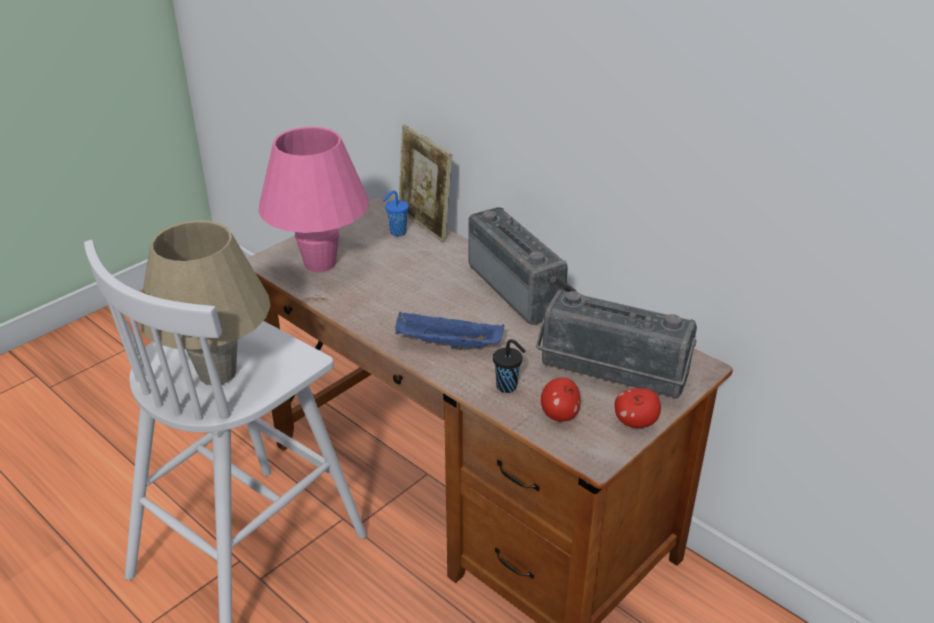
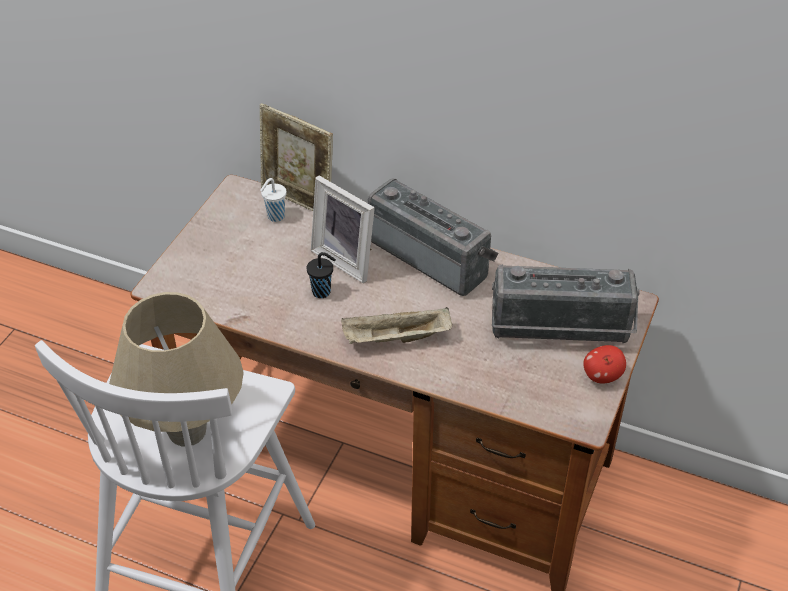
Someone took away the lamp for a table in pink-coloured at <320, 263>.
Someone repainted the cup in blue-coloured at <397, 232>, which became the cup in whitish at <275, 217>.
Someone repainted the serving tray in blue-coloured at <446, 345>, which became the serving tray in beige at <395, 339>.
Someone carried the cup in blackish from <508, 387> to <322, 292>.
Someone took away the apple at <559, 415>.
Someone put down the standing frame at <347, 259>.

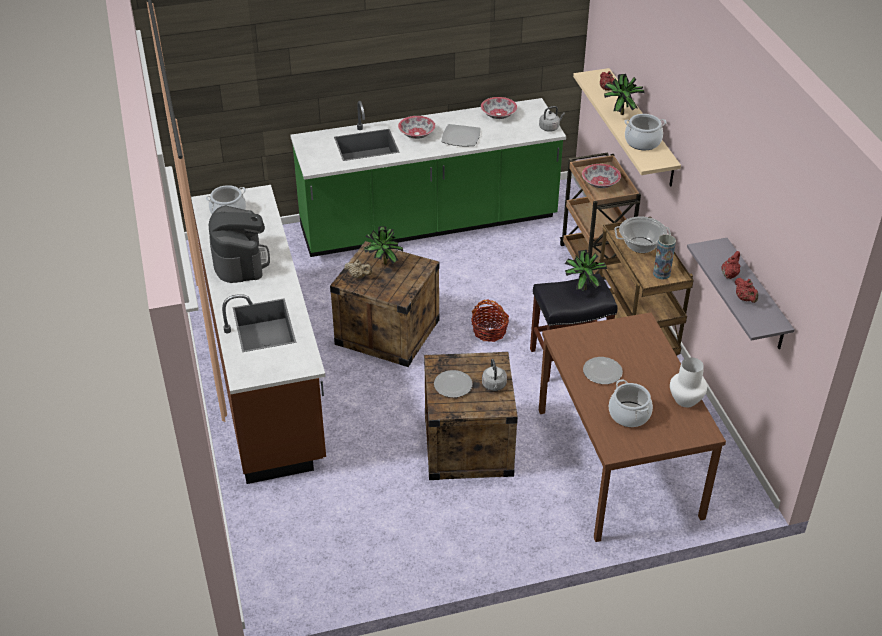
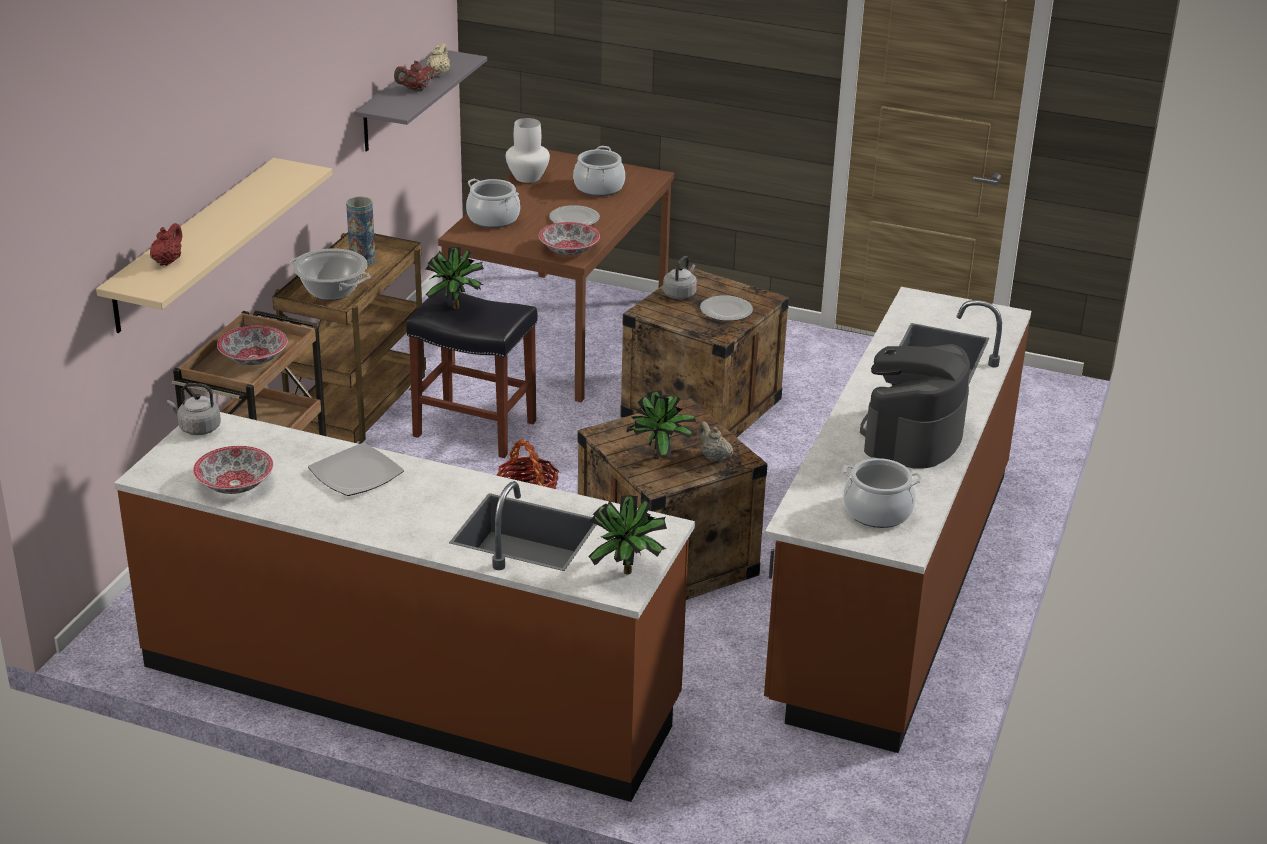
Someone carried the potted plant from <620, 112> to <627, 576>.
Someone repainted the kitchen counter in green at <428, 224>, which became the kitchen counter in brown at <411, 687>.
Someone carried the stockpot from <642, 142> to <493, 219>.
Someone carried the deep dish from <416, 134> to <569, 250>.
Someone repainted the teapot in red at <745, 299>, which became the teapot in beige at <438, 74>.

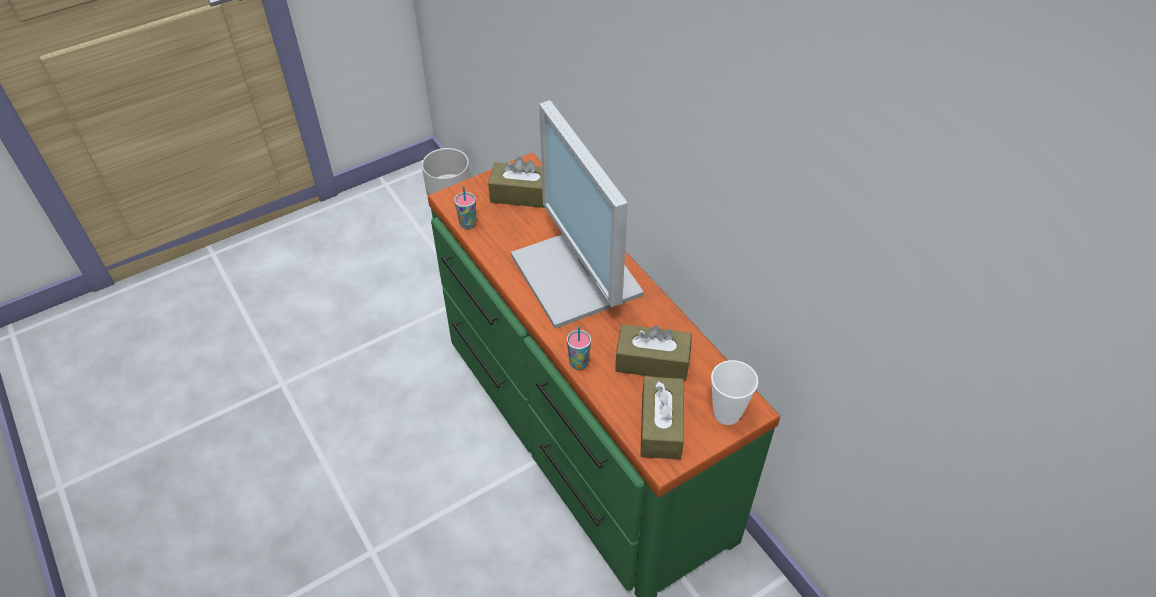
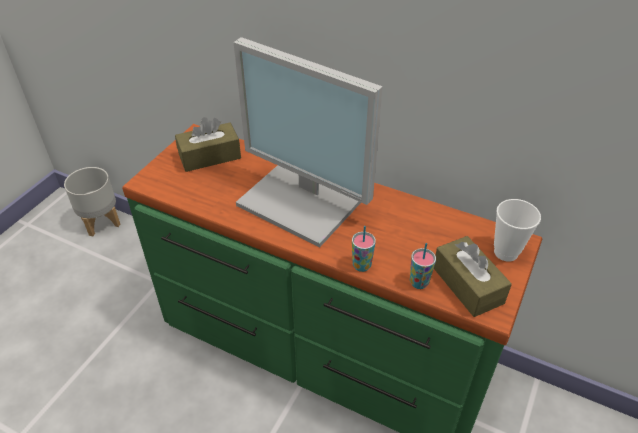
Someone carried the cup from <468, 224> to <419, 283>.
Someone took away the tissue holder in brown at <652, 361>.

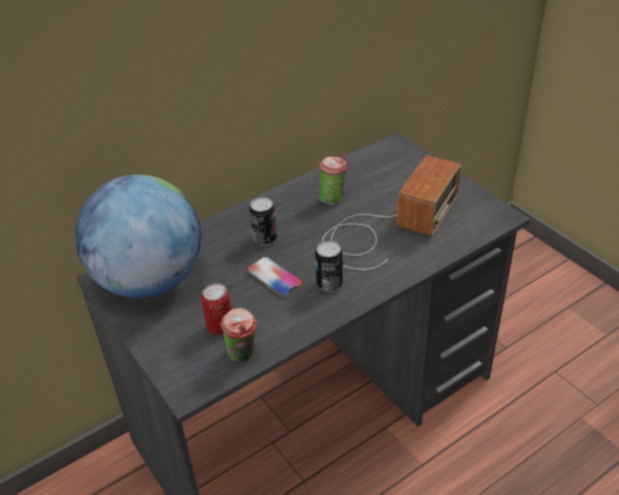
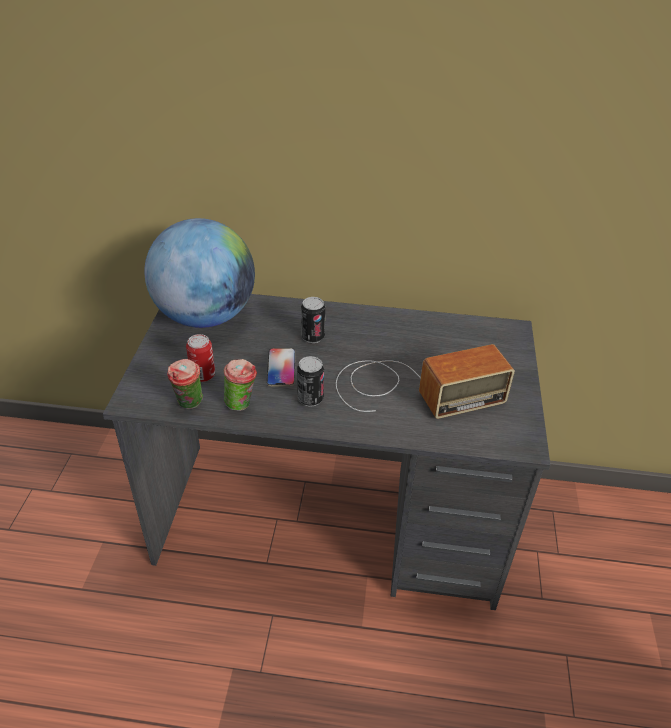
Someone carried the cup from <333, 198> to <242, 404>.

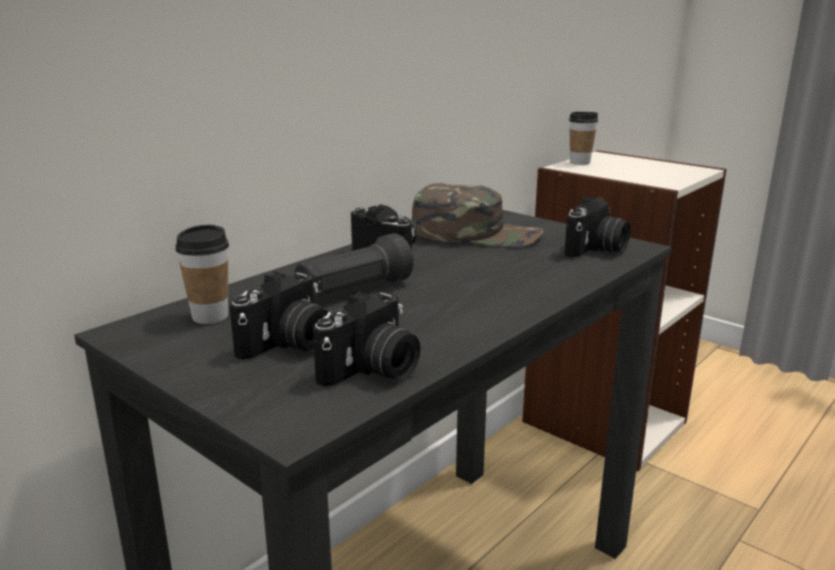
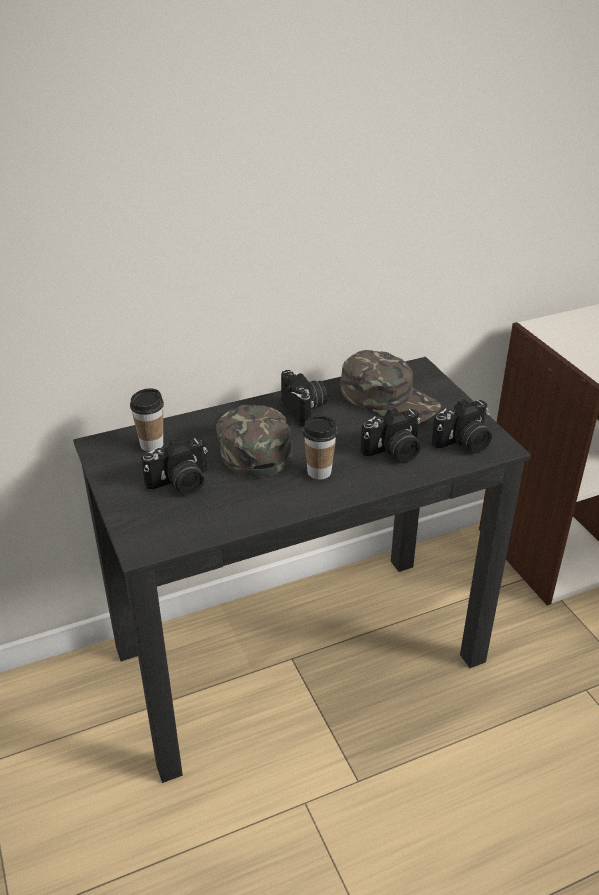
Someone carried the cup from <580, 162> to <319, 472>.
Someone swapped the flashlight in blackish at <353, 291> for the baseball cap in green at <251, 444>.
Someone carried the still camera from <373, 371> to <394, 452>.

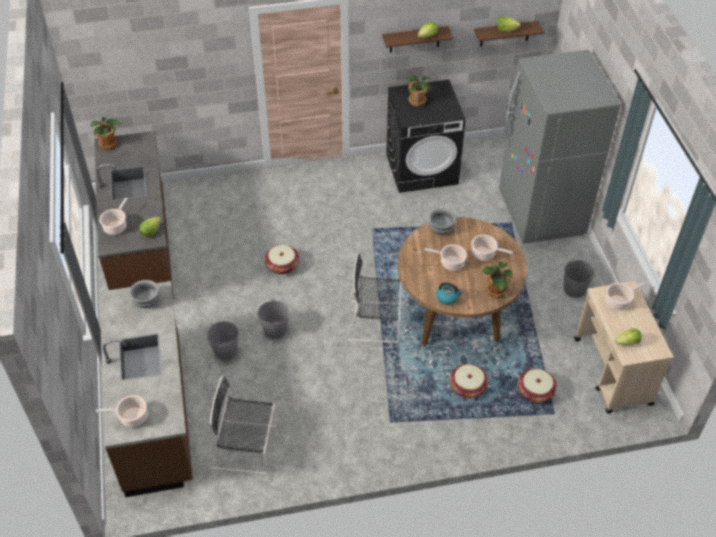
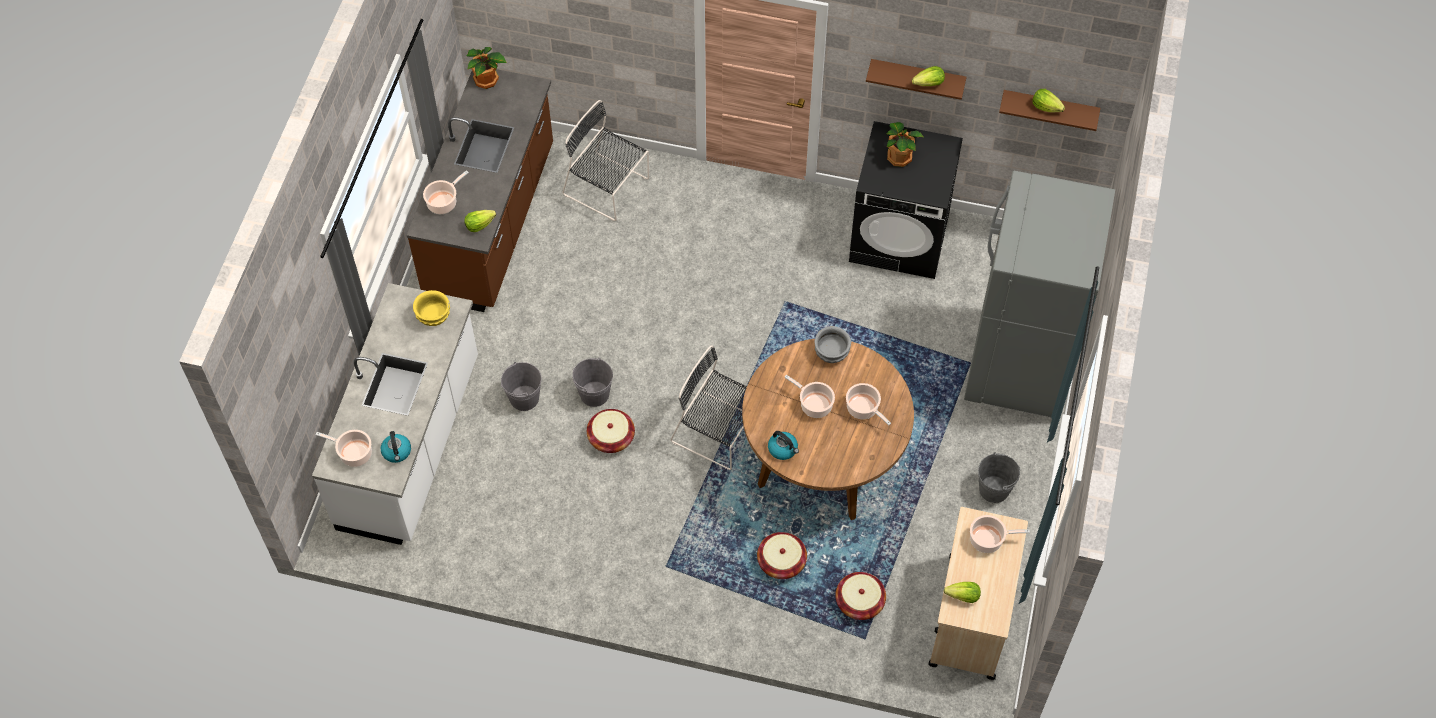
Someone carried the household basket from <282, 265> to <611, 438>.
Someone took away the potted plant at <495, 292>.
Someone repainted the deep dish in grey at <146, 301>, which became the deep dish in yellowish at <433, 315>.
Someone repainted the kitchen counter in brown at <156, 413>, which became the kitchen counter in whitish at <411, 444>.
Someone carried the upright chair in blackish from <247, 447> to <608, 188>.
Someone put down the water kettle at <397, 452>.

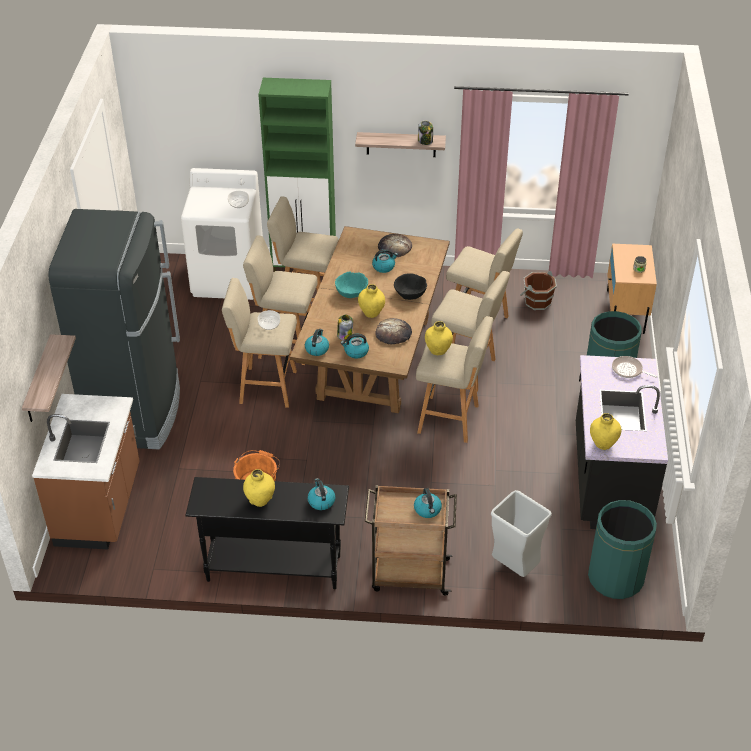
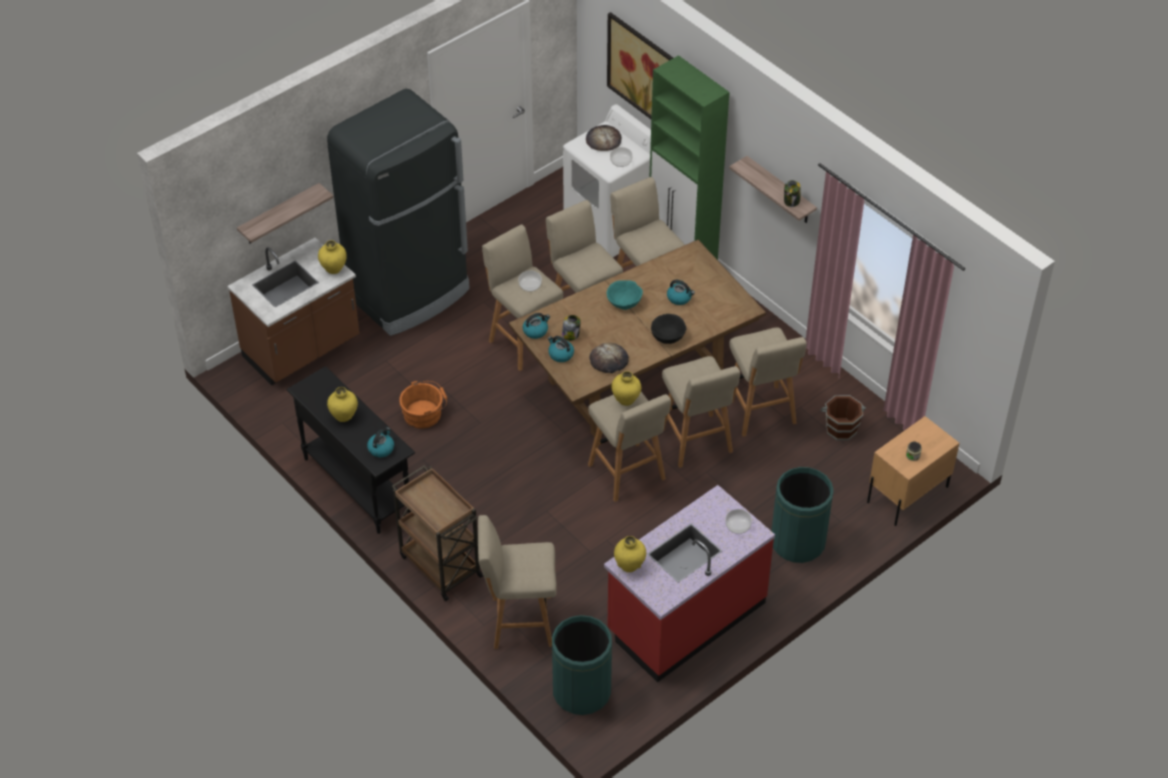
Someone carried the bakery bread from <394, 247> to <603, 140>.
Someone carried the decorative vase in yellowish from <371, 313> to <333, 269>.
Someone repainted the kitchen counter in blackish at <609, 478>, which became the kitchen counter in red at <685, 617>.
Someone swapped the pan at <628, 370> for the deep dish at <737, 526>.
Someone took away the water kettle at <427, 510>.
Someone swapped the rubbish bin in grey at <514, 567> for the stool in beige at <519, 622>.
Someone put up the wall art at <641, 71>.

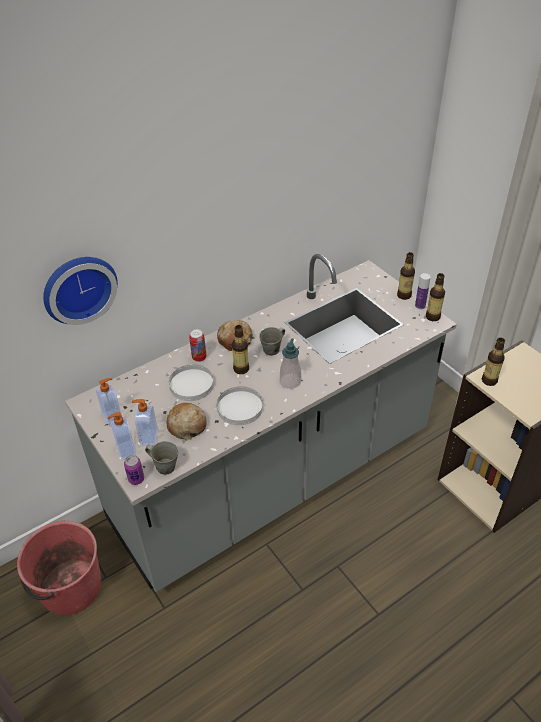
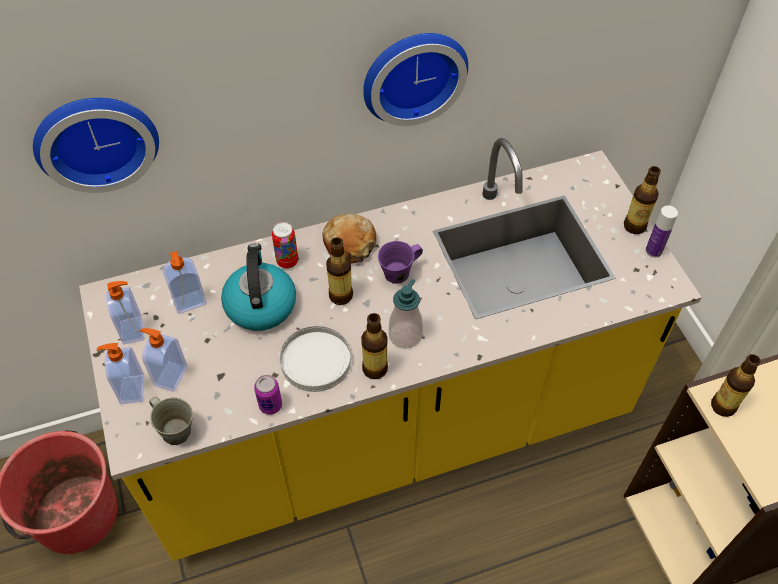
Someone repainted the kitchen counter in grey at <273, 478>, which became the kitchen counter in yellowish at <389, 429>.
Someone carried the beverage bottle from <432, 317> to <375, 369>.
Someone repainted the mug in grey at <272, 349>, which became the mug in purple-coloured at <398, 273>.
Someone swapped the flat dish in whitish at <191, 385> for the water kettle at <260, 304>.
Someone took away the bakery bread at <186, 425>.
Someone carried the metal can from <136, 479> to <270, 405>.
Someone put up the wall clock at <412, 73>.
Someone put down the soap dispenser at <190, 302>.

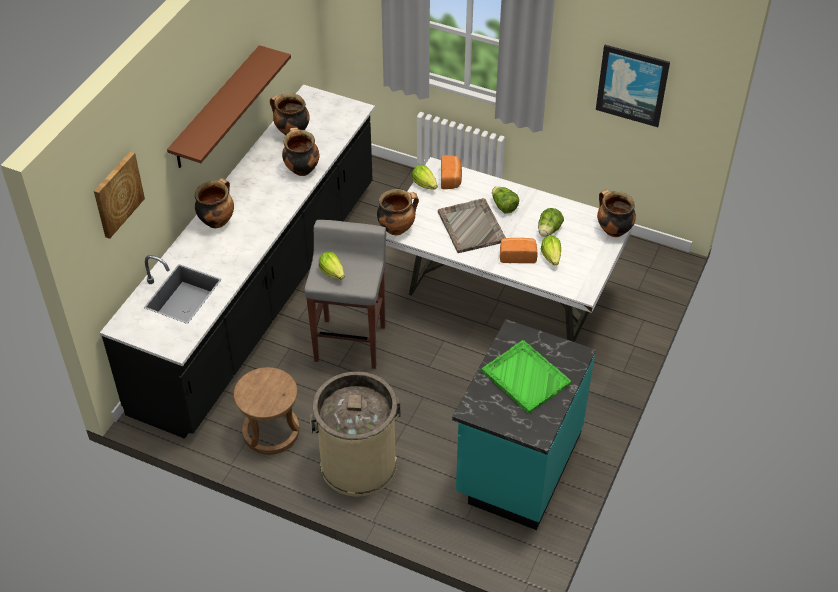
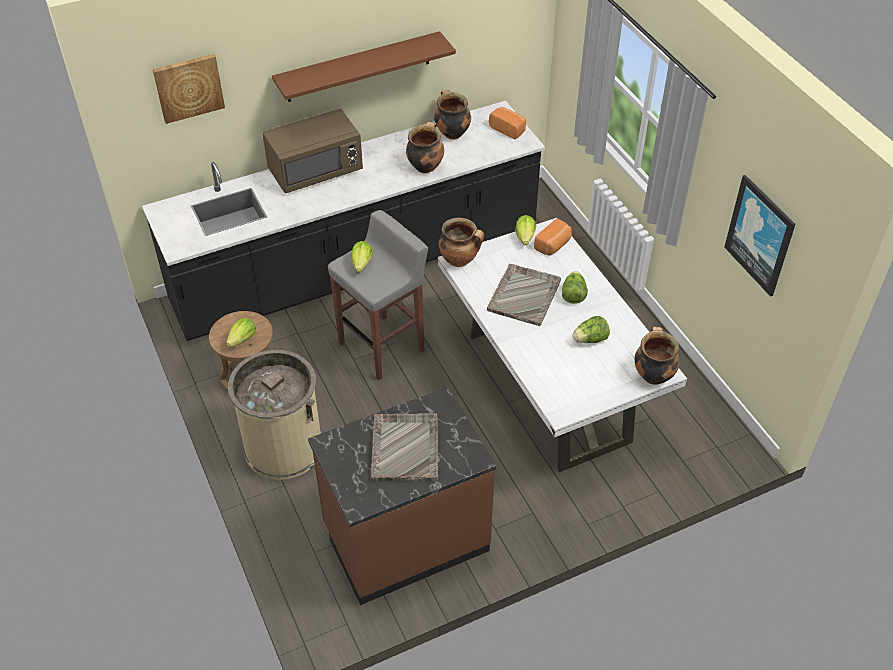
Someone swapped the stockpot at <217, 221> for the kitchen microwave in brown at <315, 171>.
Someone carried the lettuce head from <551, 257> to <242, 339>.
Someone carried the bakery bread from <517, 256> to <508, 129>.
Someone repainted the kitchen counter in turquoise-coloured at <517, 464>, which became the kitchen counter in brown at <405, 538>.
Someone repainted the serving tray in green at <525, 377>, which became the serving tray in grey at <405, 447>.

